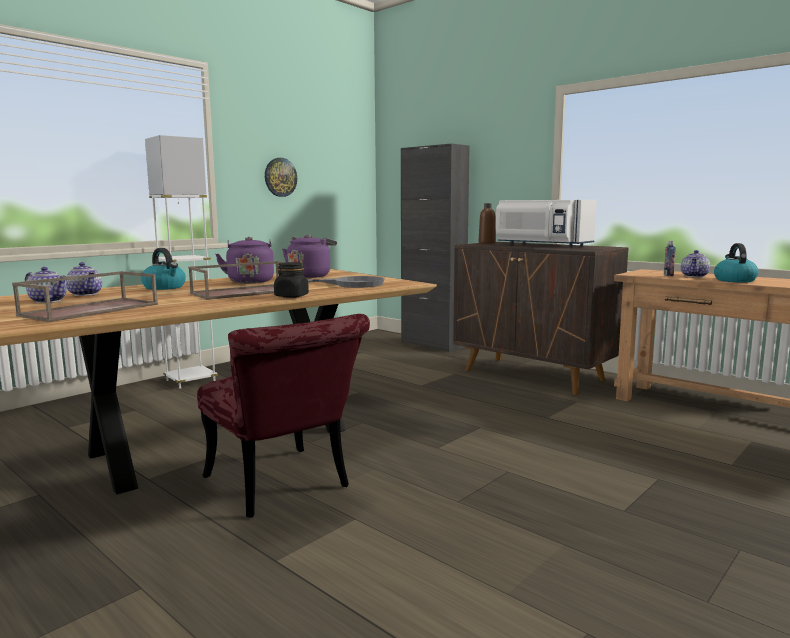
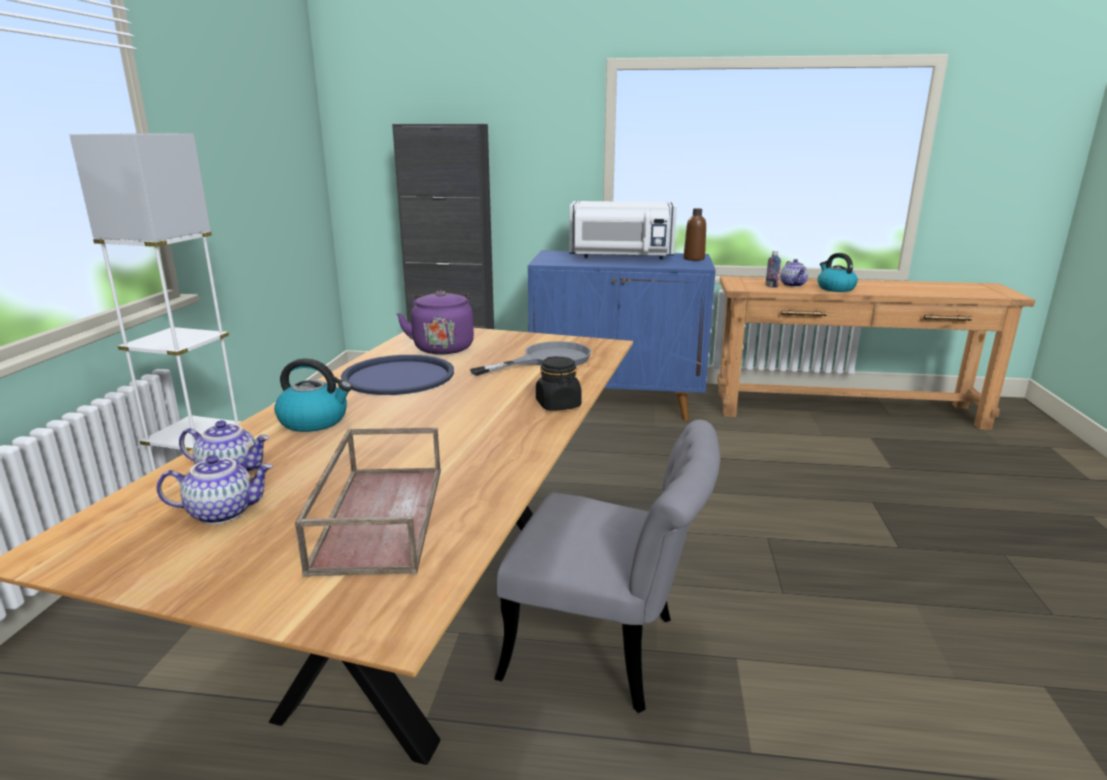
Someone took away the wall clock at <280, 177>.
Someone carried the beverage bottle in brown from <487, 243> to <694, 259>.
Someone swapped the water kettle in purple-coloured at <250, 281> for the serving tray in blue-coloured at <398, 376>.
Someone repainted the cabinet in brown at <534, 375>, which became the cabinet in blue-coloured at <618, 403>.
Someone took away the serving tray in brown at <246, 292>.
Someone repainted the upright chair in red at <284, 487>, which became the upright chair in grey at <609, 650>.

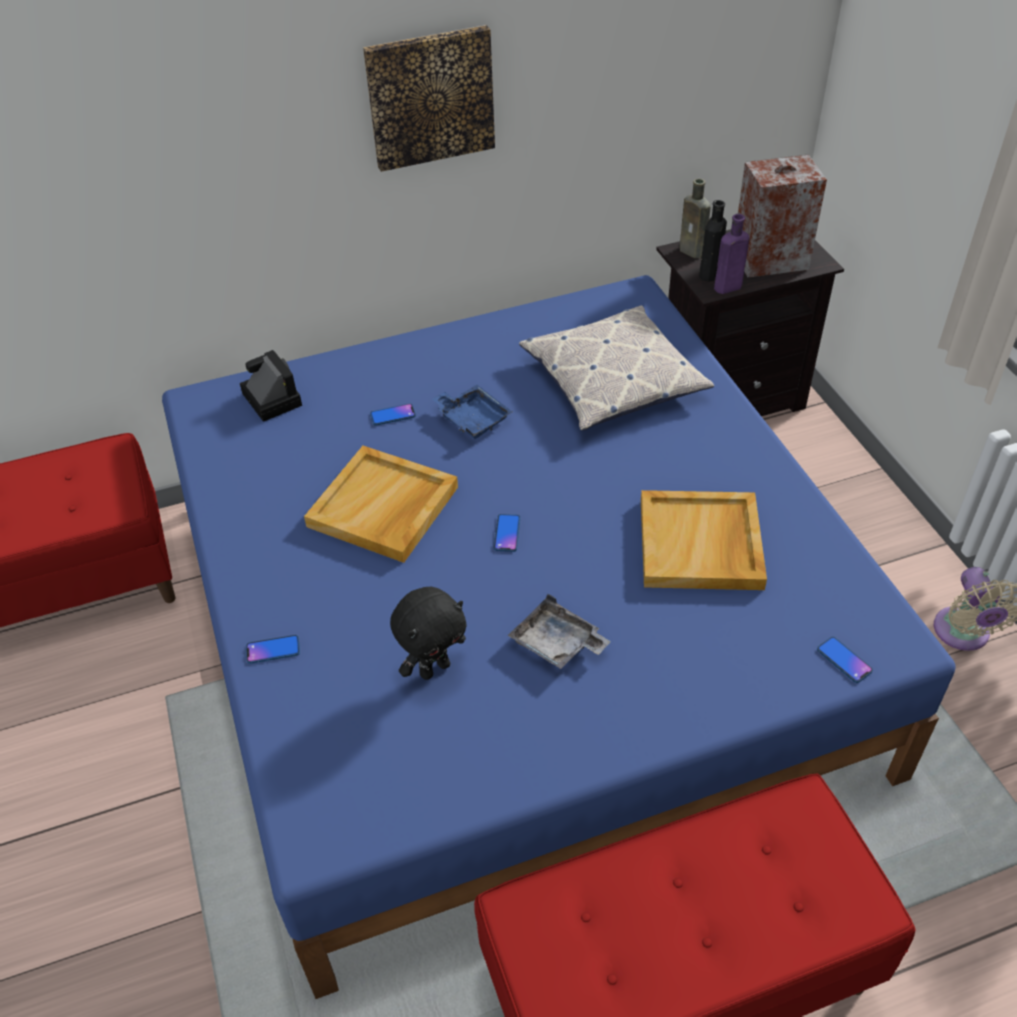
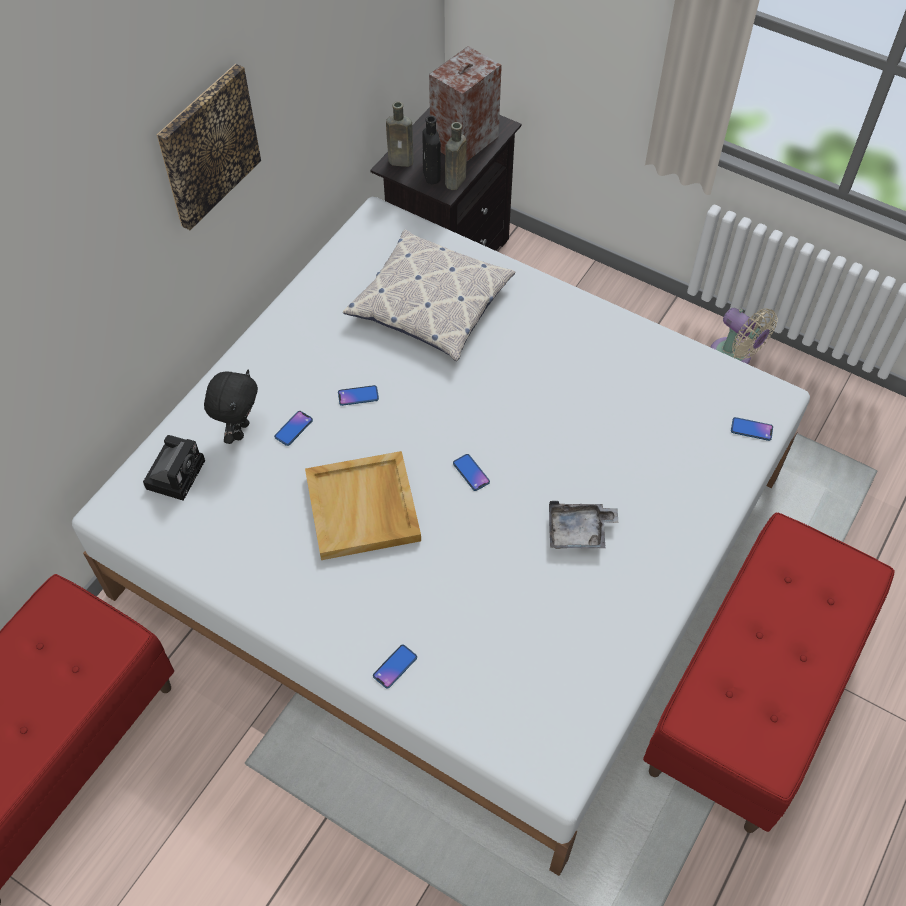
Someone repainted the beverage bottle in purple-coloured at <726, 288>, which became the beverage bottle in brown at <454, 182>.
Someone repainted the sleeping bed in blue-coloured at <514, 627>, which became the sleeping bed in whitish at <454, 534>.
Someone rotated the still camera at <270, 398> by 90 degrees clockwise.
Someone swapped the serving tray in blue-coloured at <472, 419> for the telephone at <358, 396>.
Someone took away the serving tray in beige at <701, 545>.
Someone carried the soft toy in blackish from <434, 668> to <239, 430>.

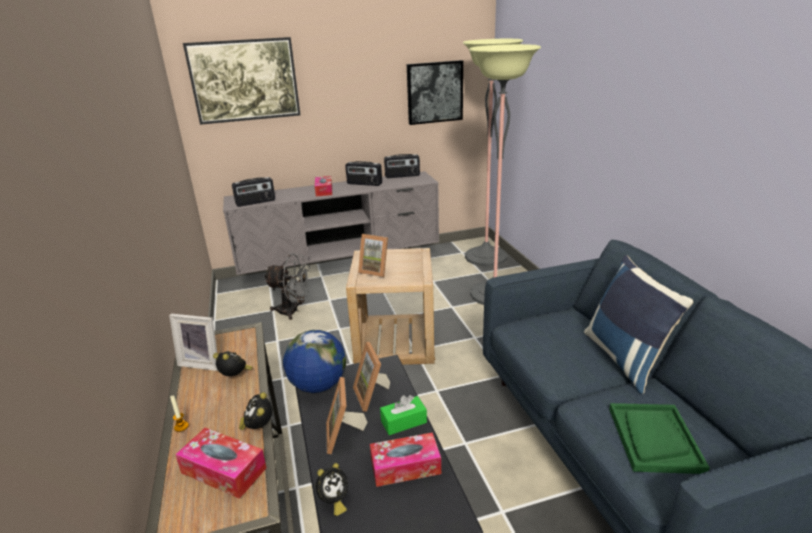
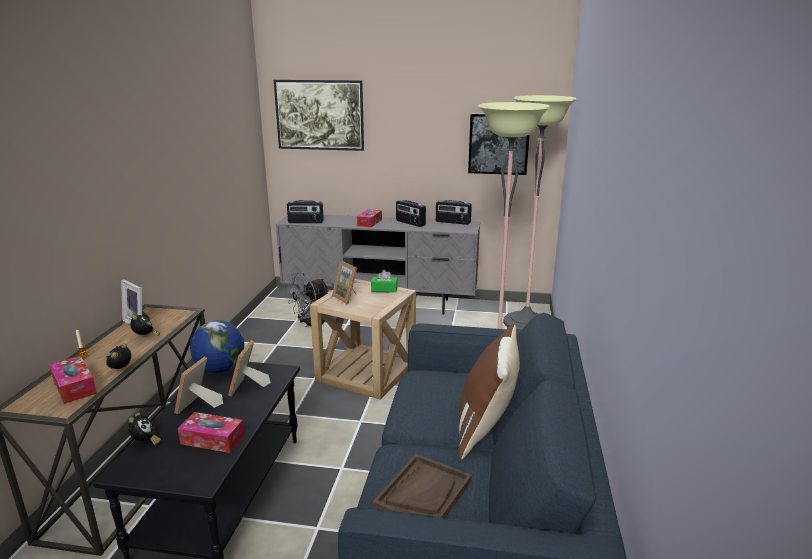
Someone rotated the cooling fan in grey at <293, 311> by 105 degrees clockwise.
Someone repainted the throw pillow in blue-coloured at <625, 359>, which became the throw pillow in brown at <486, 429>.
Someone carried the tissue holder in green from <403, 422> to <384, 289>.
Someone repainted the serving tray in green at <654, 439>, which became the serving tray in brown at <423, 494>.
Someone rotated the bedside clock at <333, 502> by 75 degrees counterclockwise.

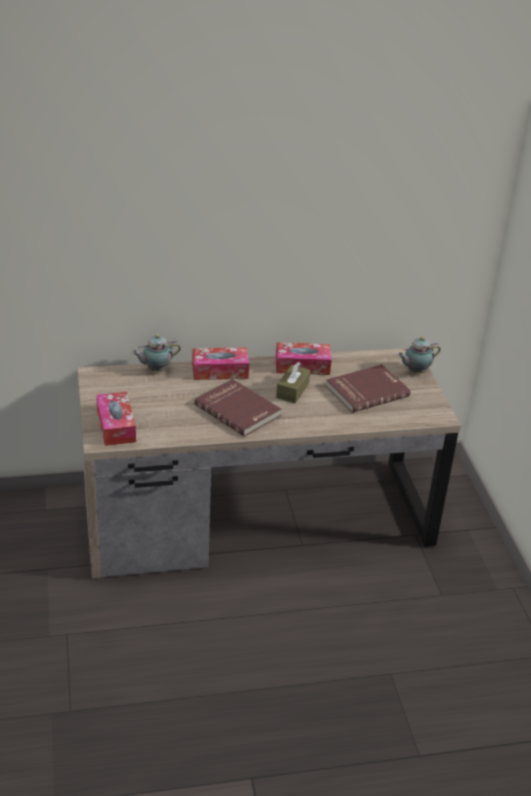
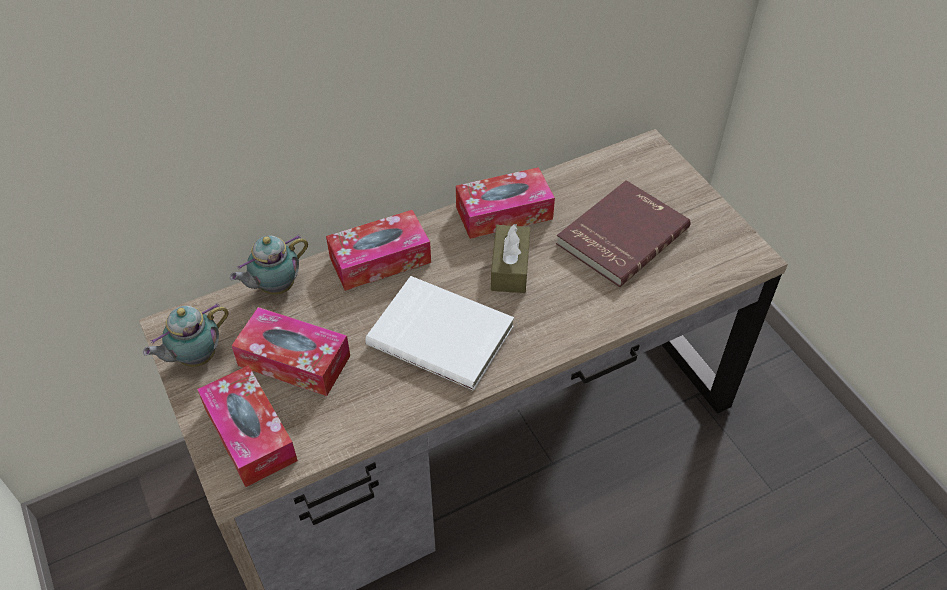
Someone carried the teapot from <415, 371> to <195, 358>.
Someone repainted the bound book in red at <238, 409>, which became the bound book in whitish at <442, 334>.
Someone put down the tissue holder at <294, 361>.

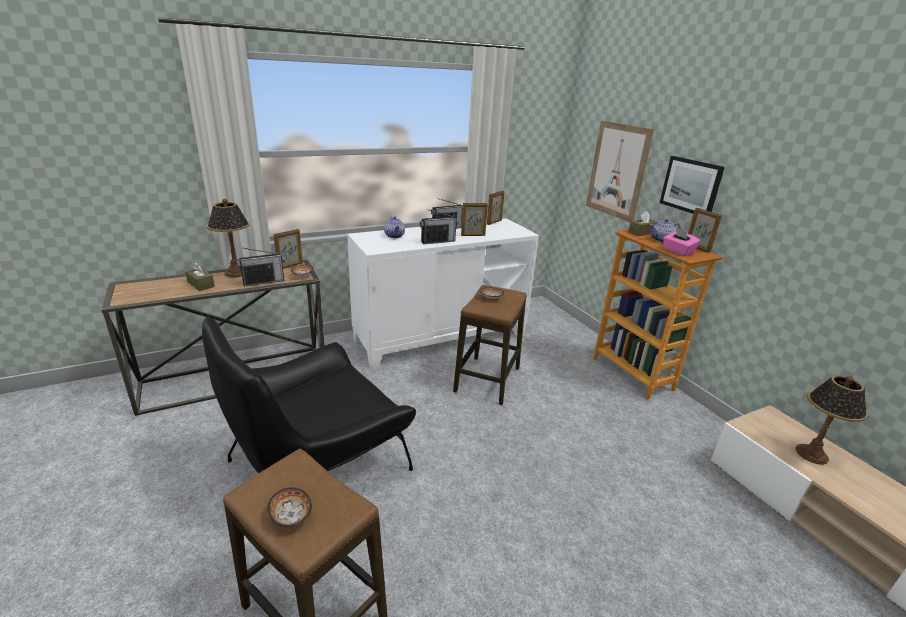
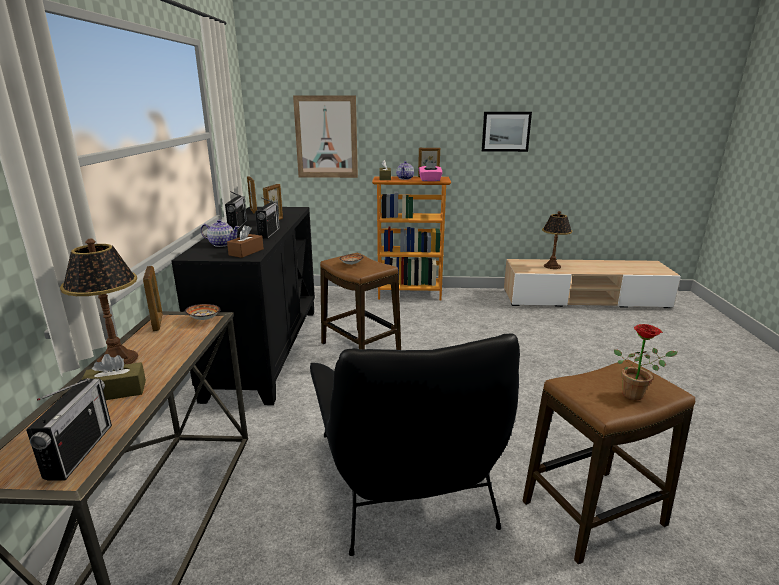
Someone carried the wall art from <691, 186> to <506, 131>.
Someone repainted the cabinet in whitish at <440, 337>, which became the cabinet in blackish at <265, 350>.
Someone carried the radio from <263, 281> to <79, 451>.
Someone swapped the deep dish at <290, 517> for the potted plant at <636, 394>.
Someone put down the tissue holder in brown at <246, 252>.

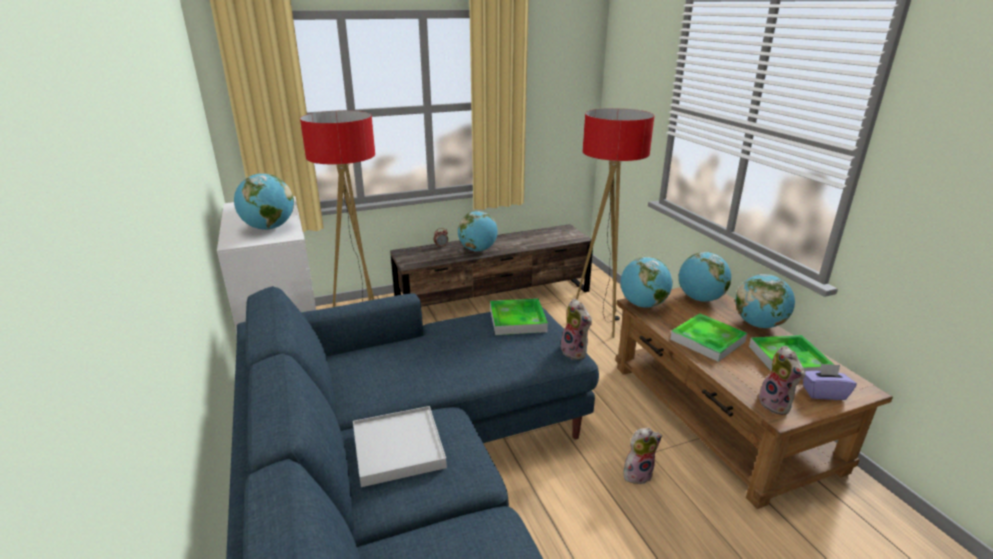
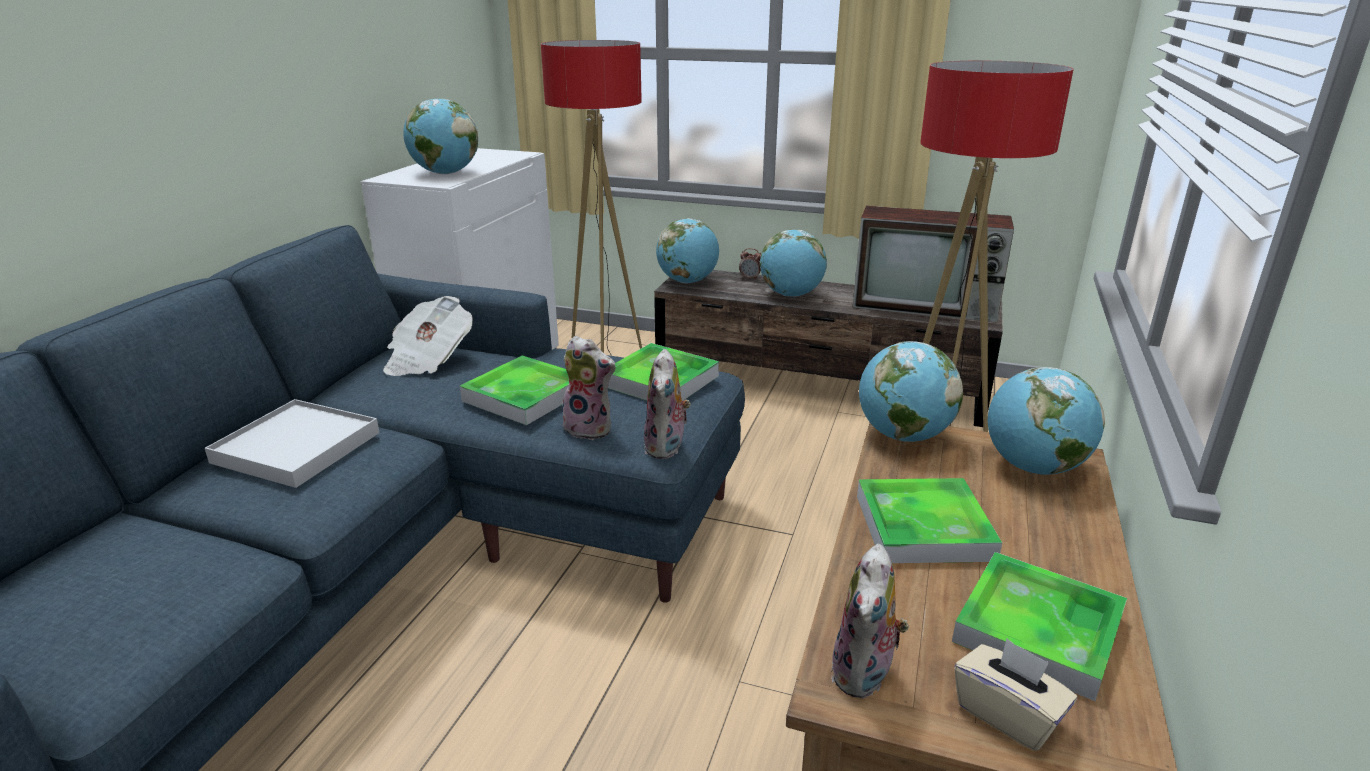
Someone carried the world globe from <759, 324> to <688, 281>.
Someone repainted the tissue holder in purple-coloured at <823, 393>, which became the tissue holder in beige at <1007, 714>.
Someone carried the soft toy from <637, 473> to <591, 428>.
Someone put down the television at <927, 306>.
Someone put down the newspaper at <428, 360>.
Someone put down the serving tray at <524, 395>.

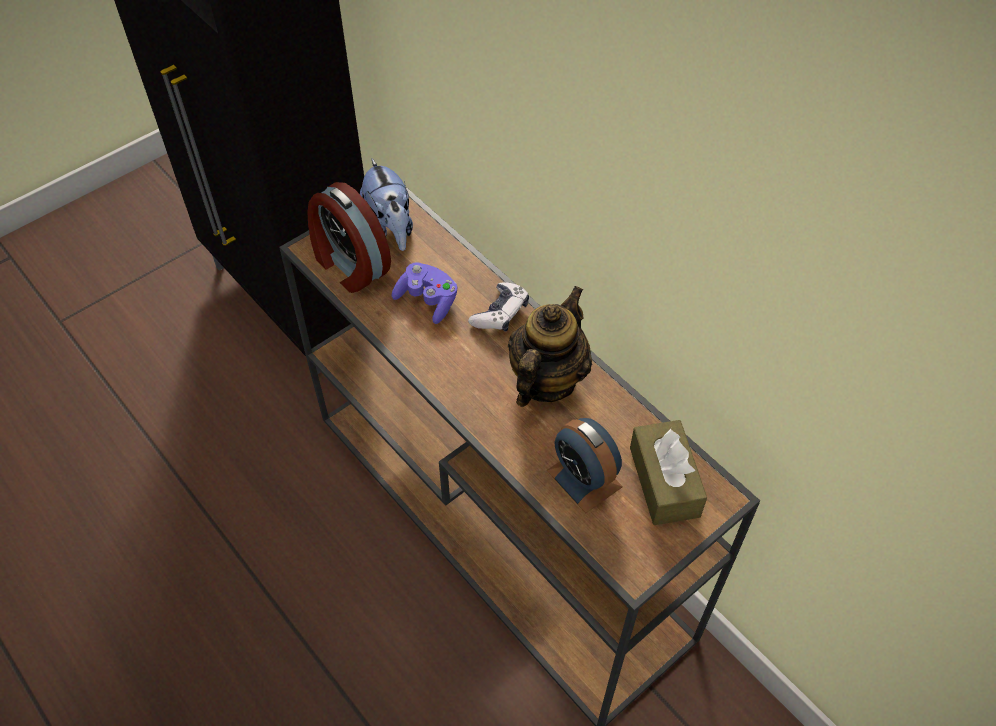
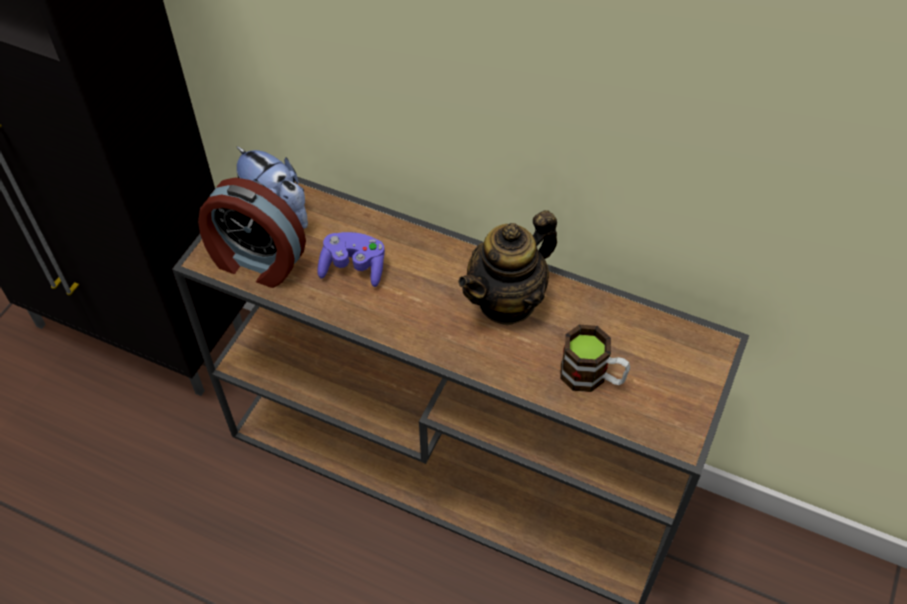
Someone took away the game controller at <500, 313>.
Someone rotated the teapot at <546, 380> by 135 degrees counterclockwise.
Someone swapped the bedside clock at <584, 478> for the mug at <592, 376>.
Someone took away the tissue holder in brown at <664, 481>.

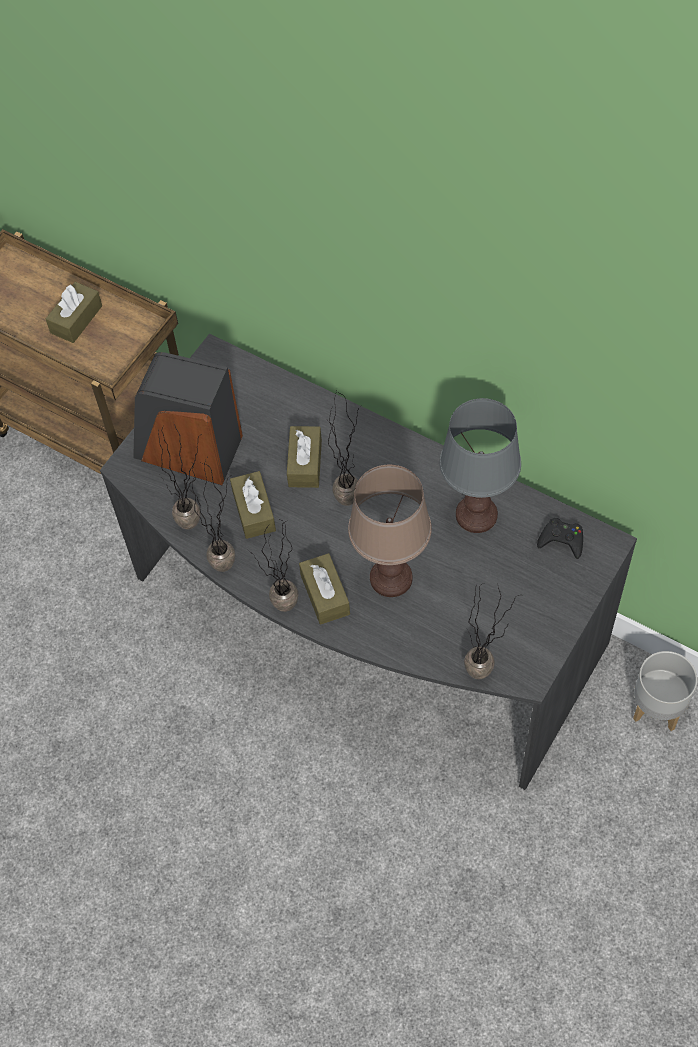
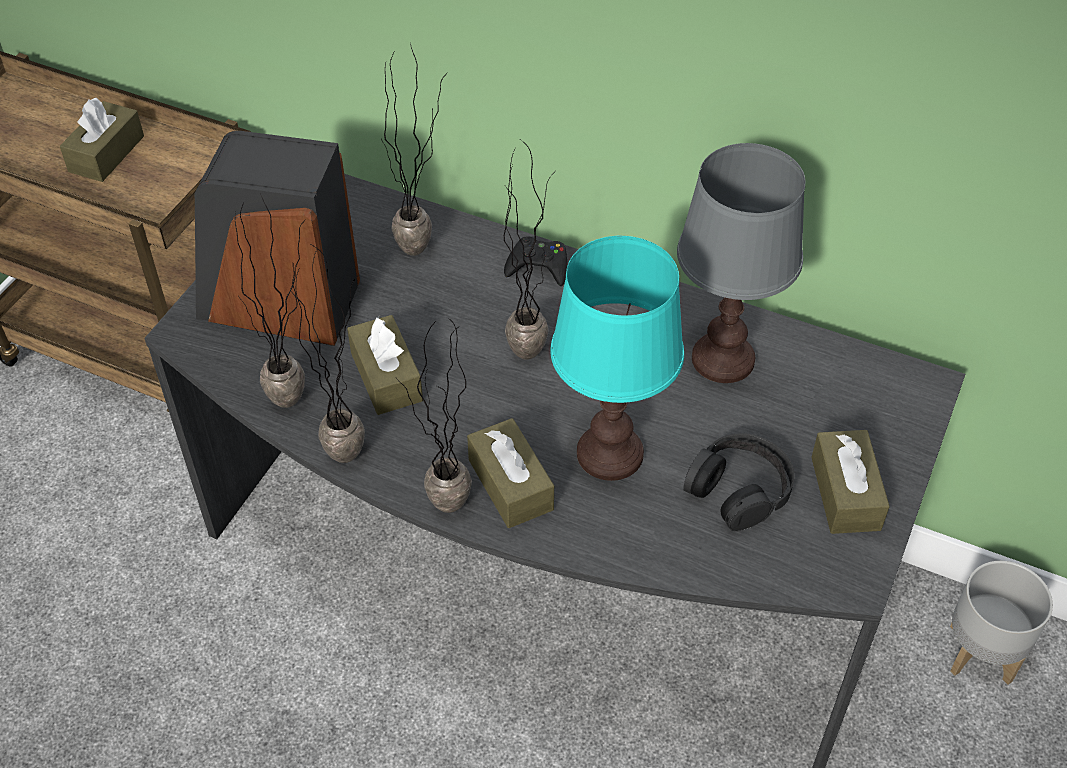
Someone carried the tissue holder in brown from <305, 463> to <845, 493>.
Someone repainted the lamp for a table in brown at <391, 578>, which became the lamp for a table in turquoise-coloured at <610, 454>.
Someone carried the game controller in blackish from <562, 540> to <538, 266>.
Someone carried the potted plant from <487, 674> to <426, 251>.
Someone put down the pair of headphones in blackish at <739, 489>.

